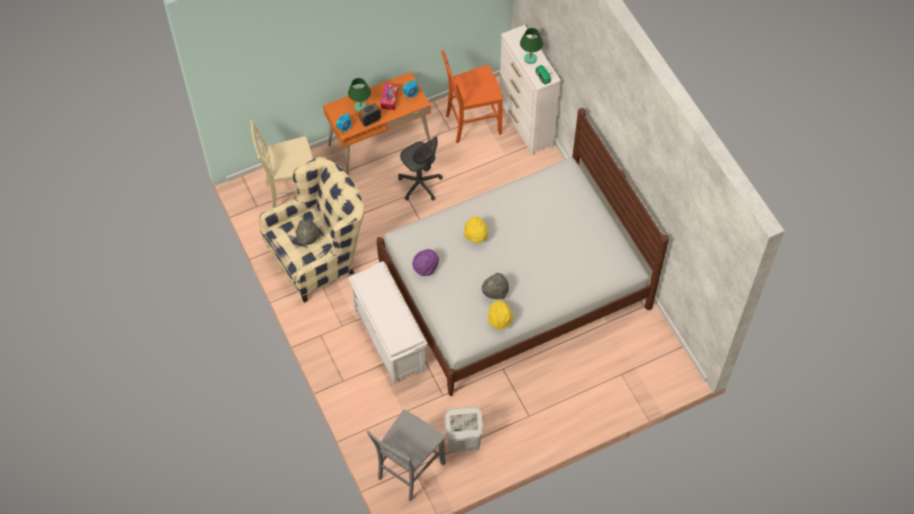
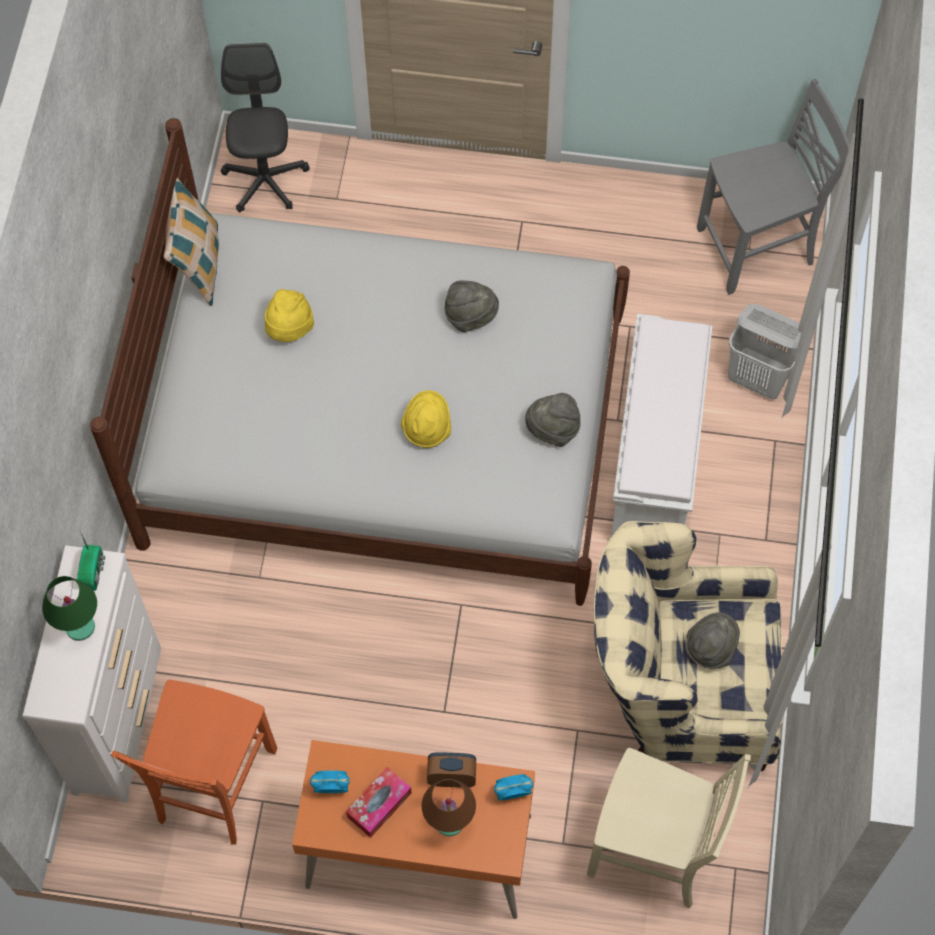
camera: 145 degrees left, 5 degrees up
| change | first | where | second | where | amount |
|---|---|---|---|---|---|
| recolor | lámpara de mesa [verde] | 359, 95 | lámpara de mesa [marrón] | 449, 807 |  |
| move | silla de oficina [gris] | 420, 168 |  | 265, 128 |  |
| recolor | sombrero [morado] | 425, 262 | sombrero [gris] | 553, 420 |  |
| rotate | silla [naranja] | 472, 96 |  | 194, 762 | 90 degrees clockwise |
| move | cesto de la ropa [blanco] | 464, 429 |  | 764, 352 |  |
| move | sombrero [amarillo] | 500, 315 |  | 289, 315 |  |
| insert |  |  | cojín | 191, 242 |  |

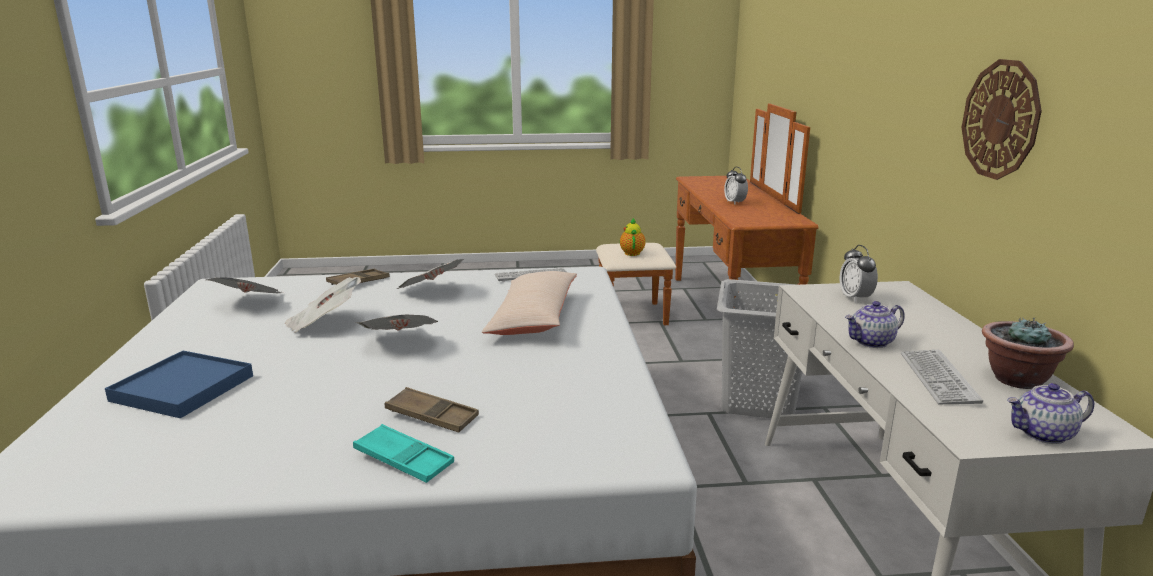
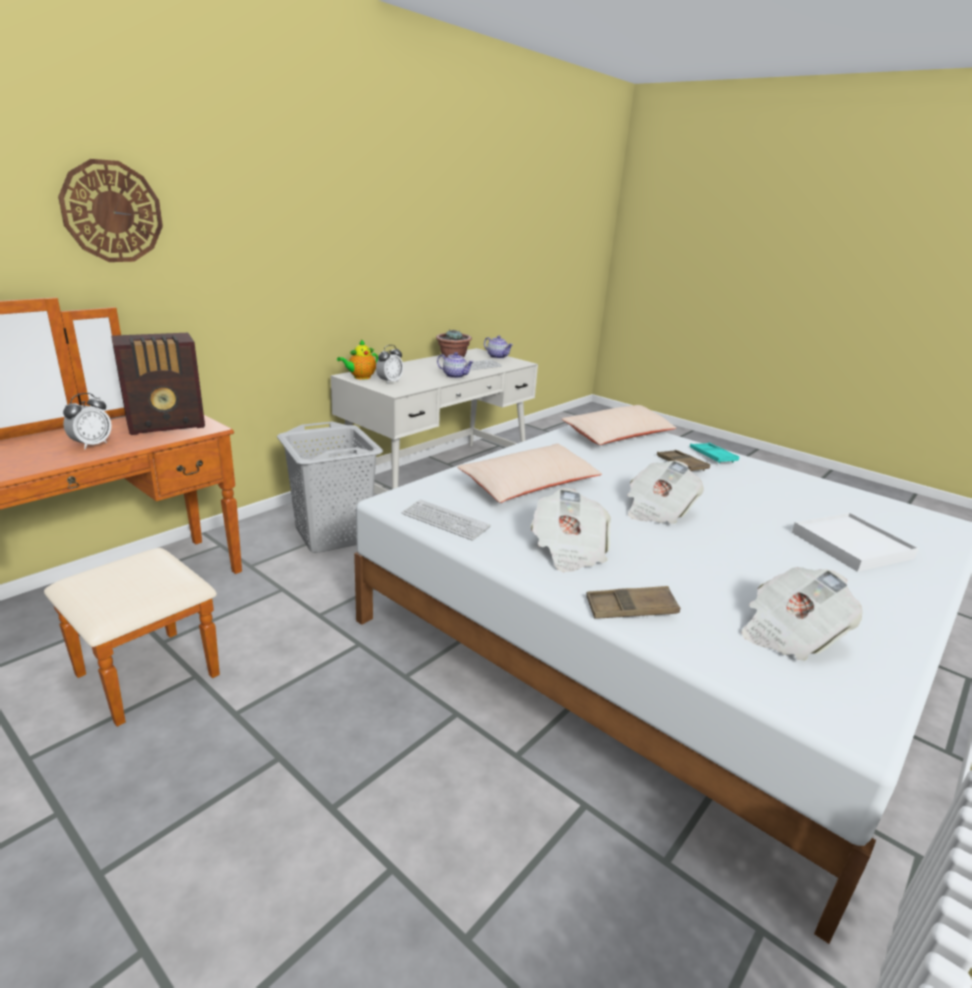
camera: 135 degrees left, 5 degrees up
| change | first | where | second | where | amount |
|---|---|---|---|---|---|
| recolor | bandeja [azul] | 179, 384 | bandeja [blanco] | 855, 542 |  |
| delete | periódico | 323, 305 |  |  |  |
| move | tetera | 633, 237 |  | 357, 359 |  |
| move | reloj de pared | 1001, 119 |  | 110, 210 |  |
| insert |  |  | radio | 158, 384 |  |
| insert |  |  | cojín [beis] | 619, 425 |  |

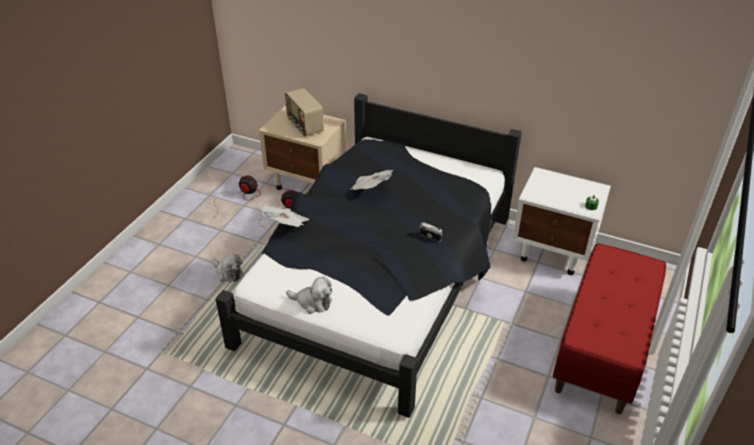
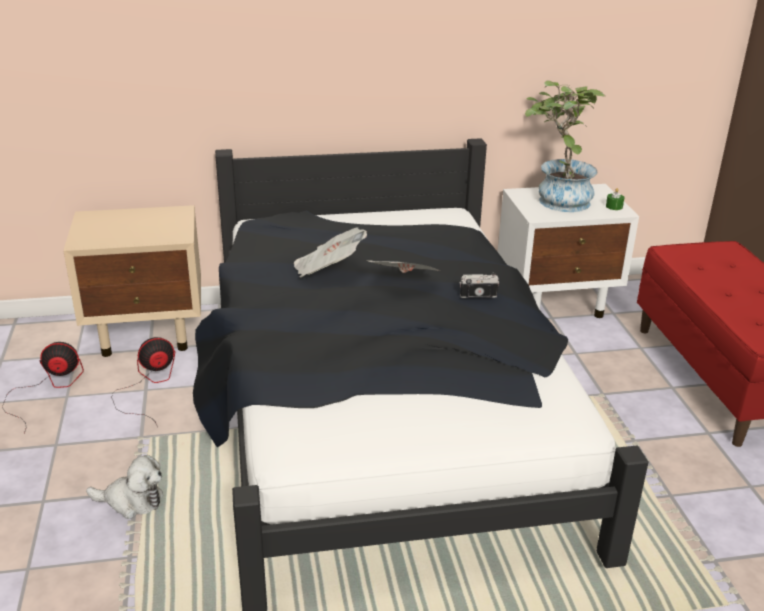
camera: 35 degrees left, 10 degrees down
| change | first | where | second | where | amount |
|---|---|---|---|---|---|
| move | periódico | 284, 216 |  | 404, 266 |  |
| delete | radio | 304, 112 |  |  |  |
| delete | peluche | 309, 295 |  |  |  |
| insert |  |  | planta en maceta | 565, 146 |  |

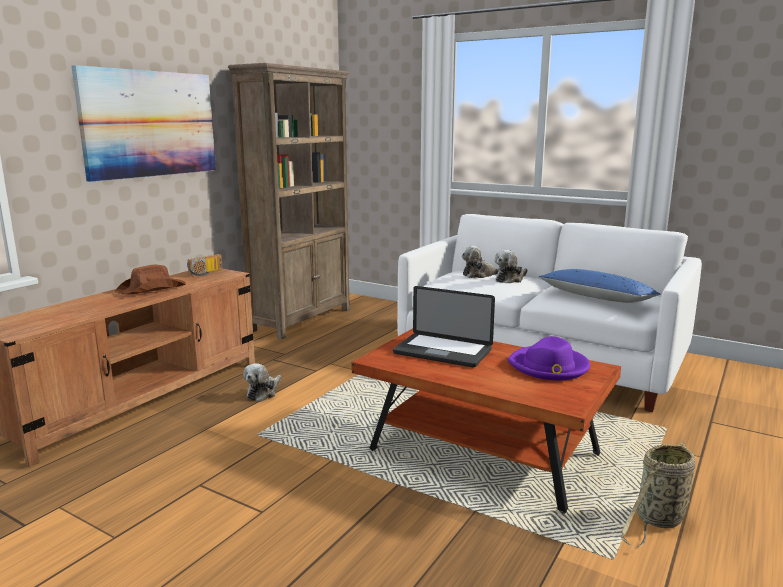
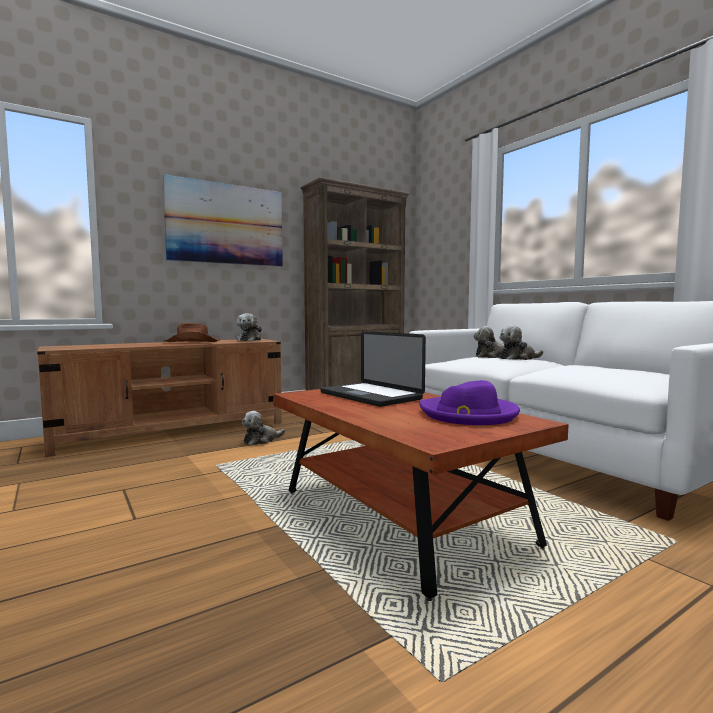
camera: 25 degrees right, 10 degrees down
| change | first | where | second | where | amount |
|---|---|---|---|---|---|
| replace | radio | 204, 265 | peluche | 249, 327 |  |
| delete | cojín [azul] | 599, 286 |  |  |  |
| delete | cesta | 658, 495 |  |  |  |

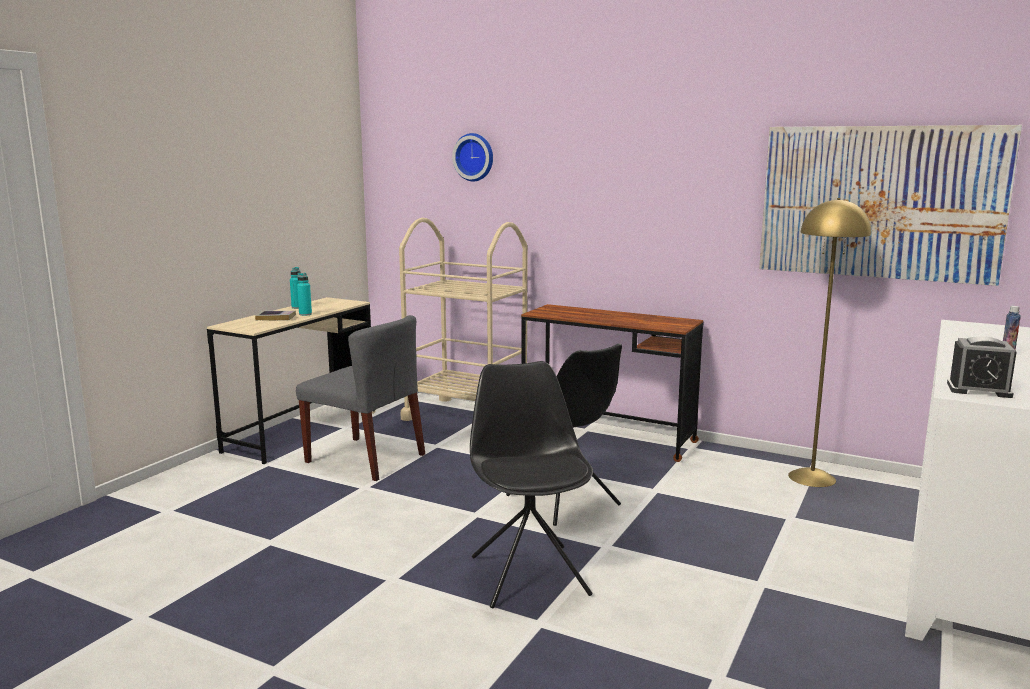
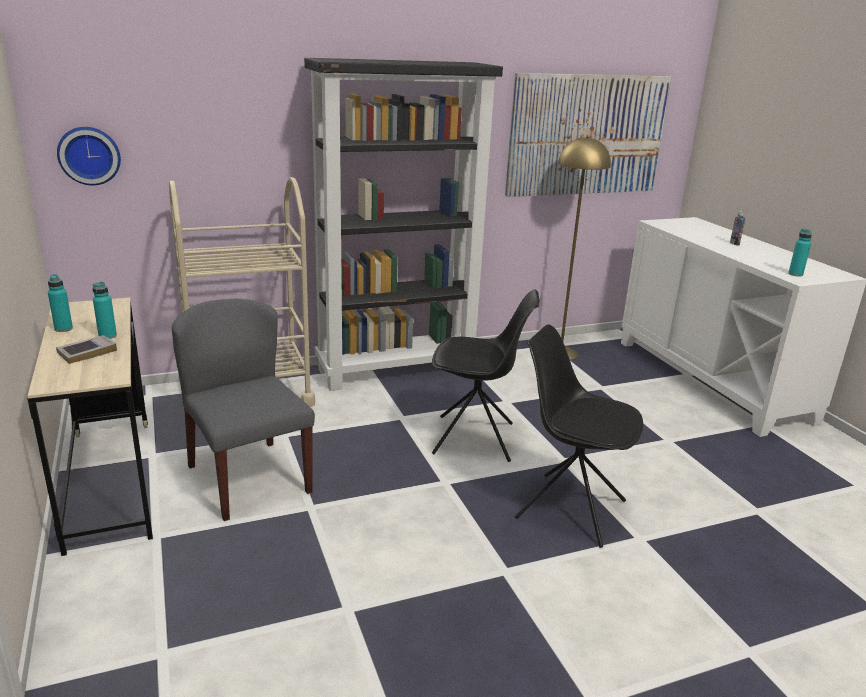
camera: 50 degrees left, 10 degrees up
| change | first | where | second | where | amount |
|---|---|---|---|---|---|
| rotate | silla [gris] | 360, 398 |  | 243, 410 | 105 degrees counterclockwise |
| move | reloj de pared | 472, 157 |  | 89, 156 |  |
| replace | escritorio [marrón] | 612, 383 | estantería [negro] | 403, 224 |  |
| replace | despertador | 981, 367 | botella [turquesa] | 800, 252 |  |

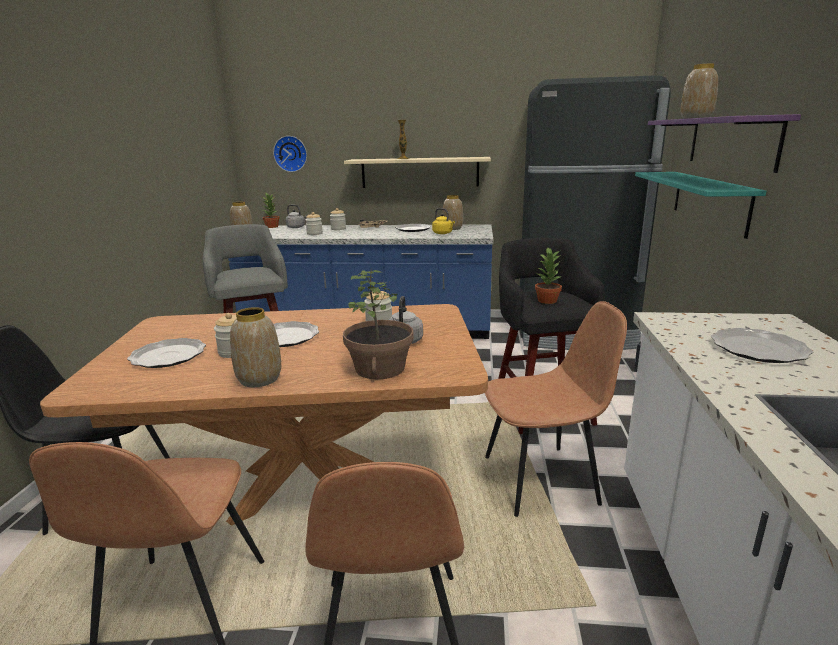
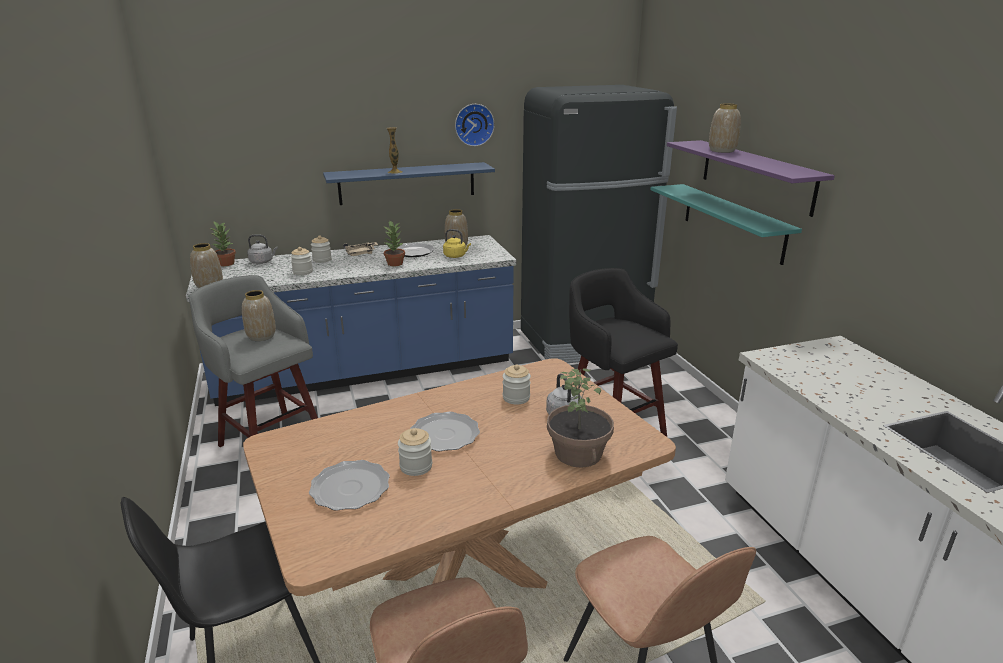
camera: 25 degrees left, 5 degrees up
| change | first | where | second | where | amount |
|---|---|---|---|---|---|
| move | florero | 255, 347 |  | 259, 315 |  |
| move | reloj de pared | 290, 154 |  | 475, 125 |  |
| recolor | estante [beis] | 417, 172 | estante [azul] | 409, 183 |  |
| delete | silla [marrón] | 556, 409 |  |  |  |
| move | planta en maceta | 548, 276 |  | 394, 243 |  |
| delete | plato | 762, 345 |  |  |  |

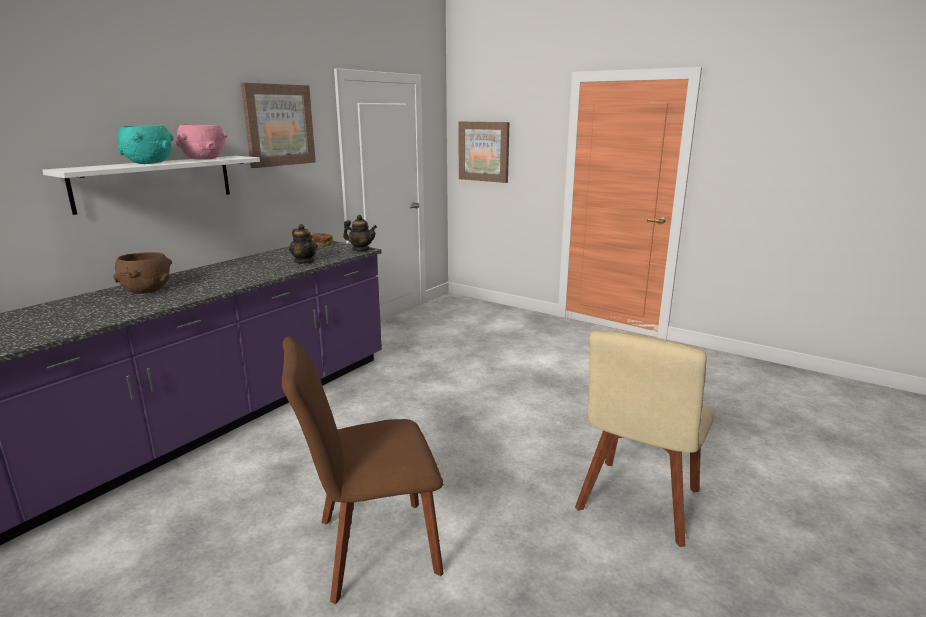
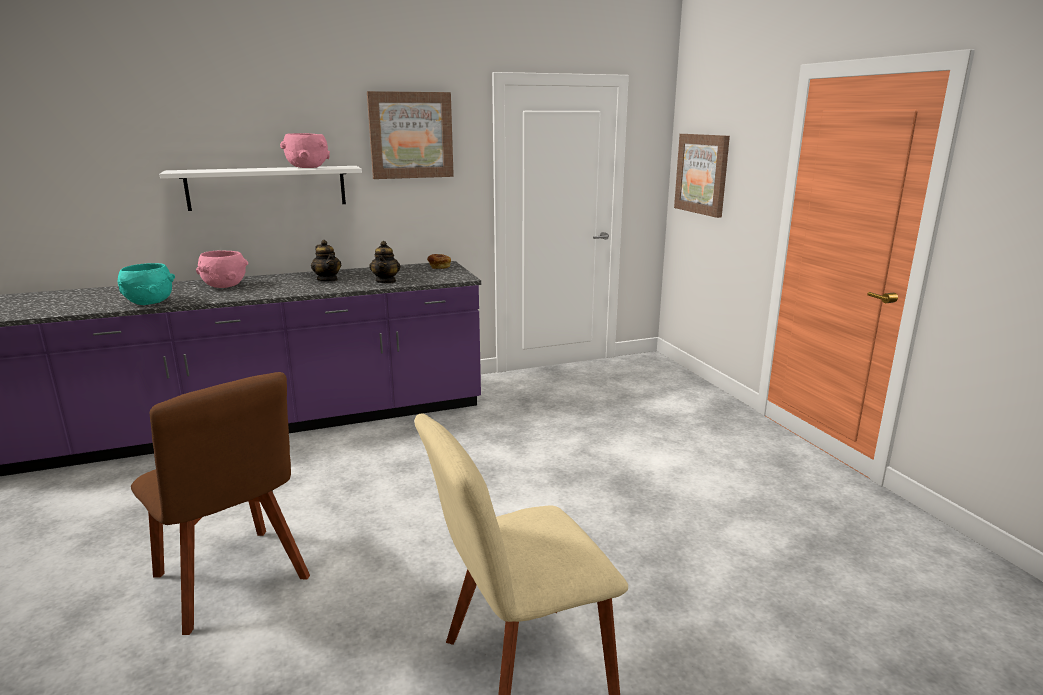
camera: 35 degrees right, 0 degrees up
| change | first | where | second | where | amount |
|---|---|---|---|---|---|
| recolor | cuenco [marrón] | 142, 273 | cuenco [rosa] | 222, 269 |  |
| move | cuenco [turquesa] | 145, 144 |  | 146, 284 |  |
| rotate | silla [marrón] | 362, 471 |  | 220, 503 | 150 degrees counterclockwise |
| move | tetera | 360, 233 |  | 326, 261 |  |

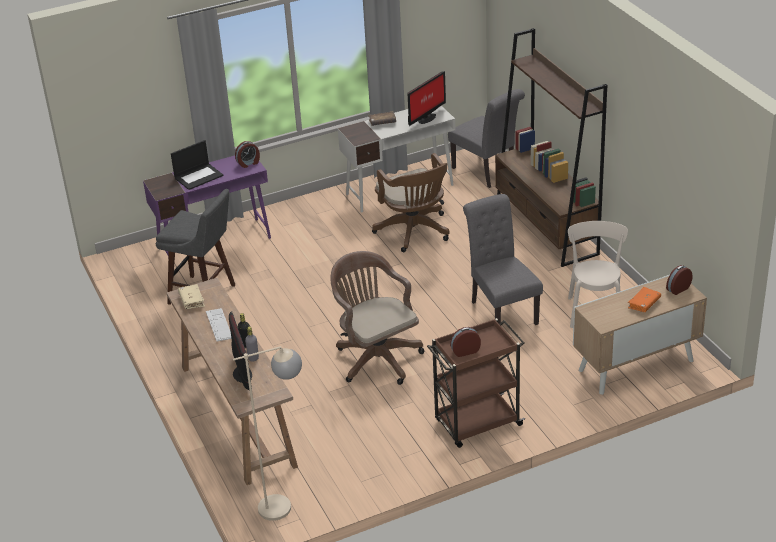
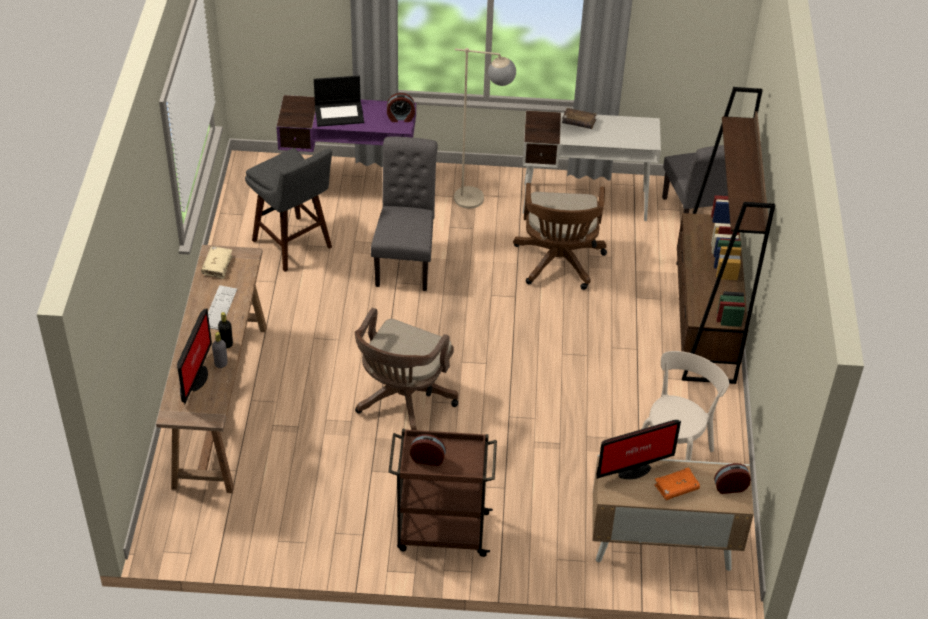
camera: 25 degrees right, 10 degrees up
| change | first | where | second | where | amount |
|---|---|---|---|---|---|
| move | lámpara de pie [beis] | 267, 433 |  | 485, 128 |  |
| rotate | silla de oficina [marrón] | 377, 318 |  | 406, 369 | 150 degrees counterclockwise |
| move | monitor | 426, 98 |  | 638, 449 |  |
| move | silla [gris] | 503, 259 |  | 404, 214 |  |

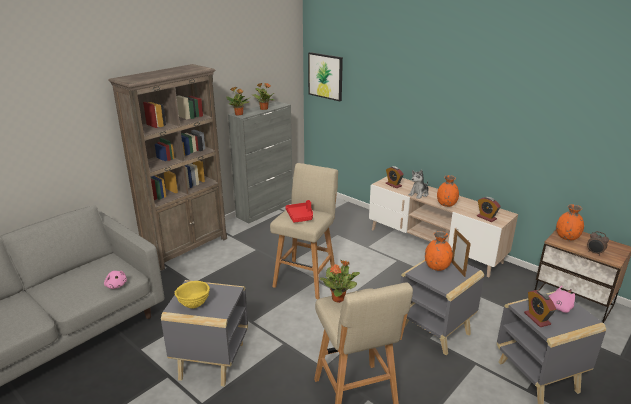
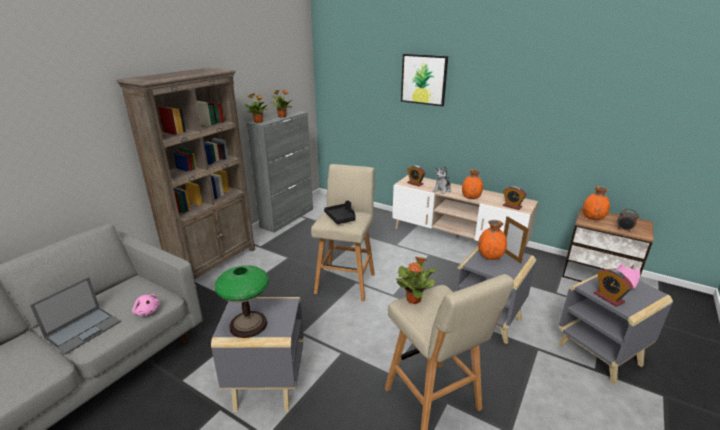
camera: 10 degrees left, 0 degrees up
| change | first | where | second | where | amount |
|---|---|---|---|---|---|
| replace | cuenco [amarillo] | 192, 295 | lámpara de mesa | 242, 301 |  |
| recolor | bandeja [rojo] | 299, 211 | bandeja [negro] | 340, 212 |  |
| move | cuadro | 325, 76 |  | 424, 80 |  |
| insert |  |  | portátil | 75, 316 |  |

